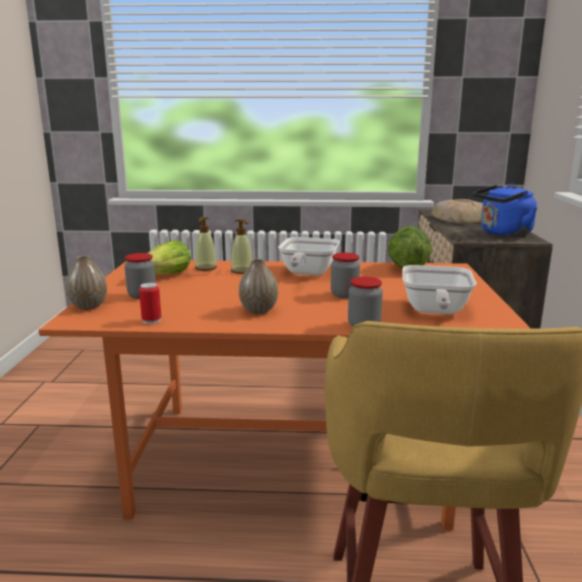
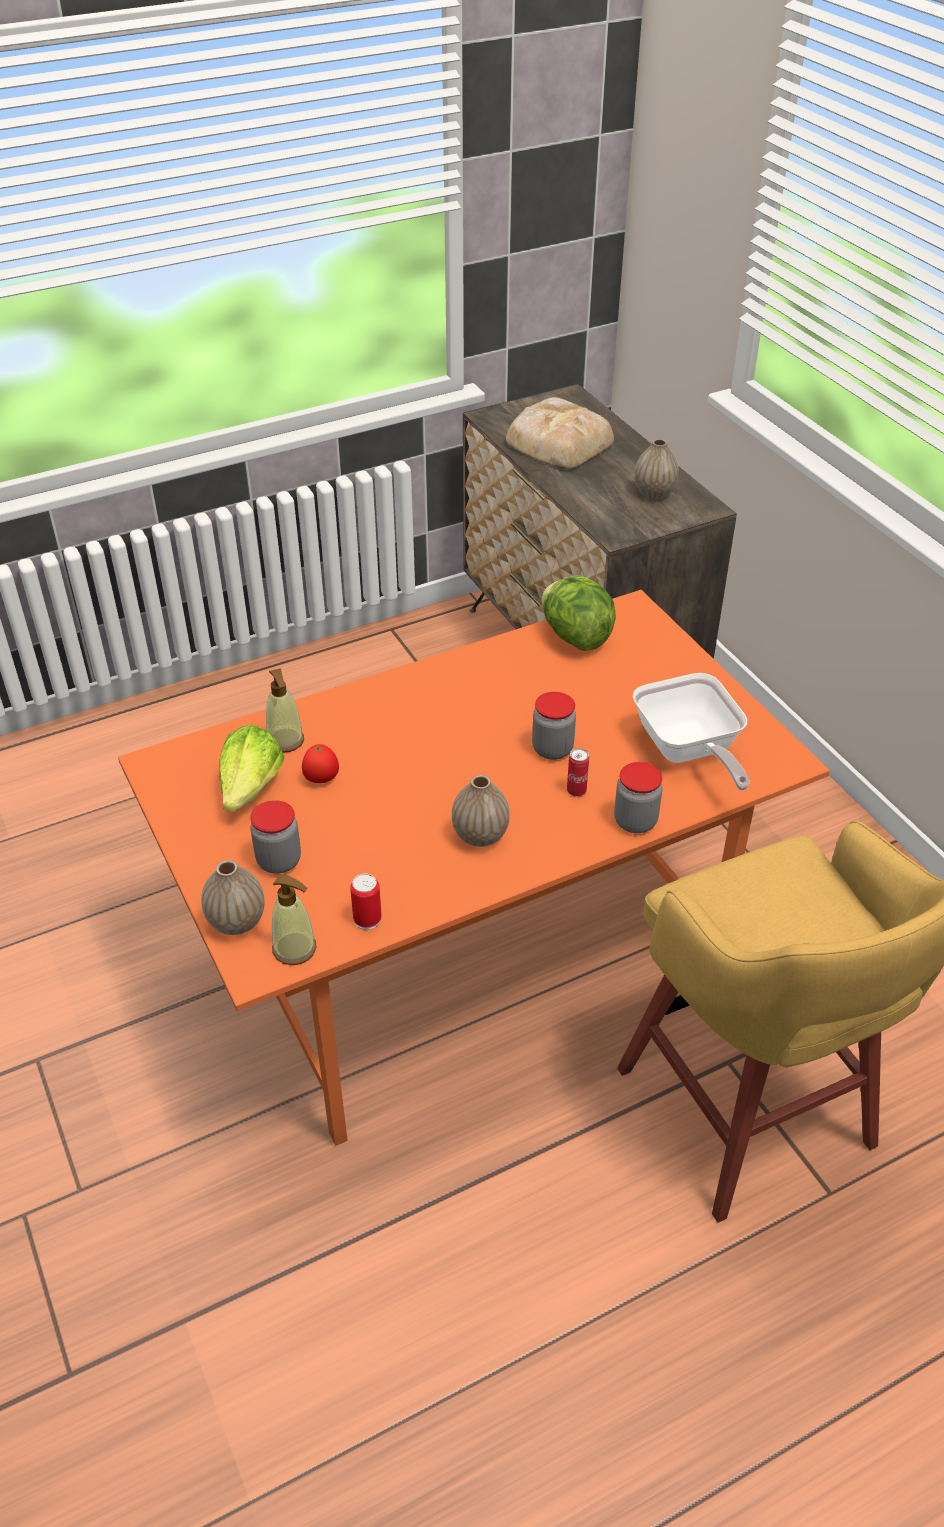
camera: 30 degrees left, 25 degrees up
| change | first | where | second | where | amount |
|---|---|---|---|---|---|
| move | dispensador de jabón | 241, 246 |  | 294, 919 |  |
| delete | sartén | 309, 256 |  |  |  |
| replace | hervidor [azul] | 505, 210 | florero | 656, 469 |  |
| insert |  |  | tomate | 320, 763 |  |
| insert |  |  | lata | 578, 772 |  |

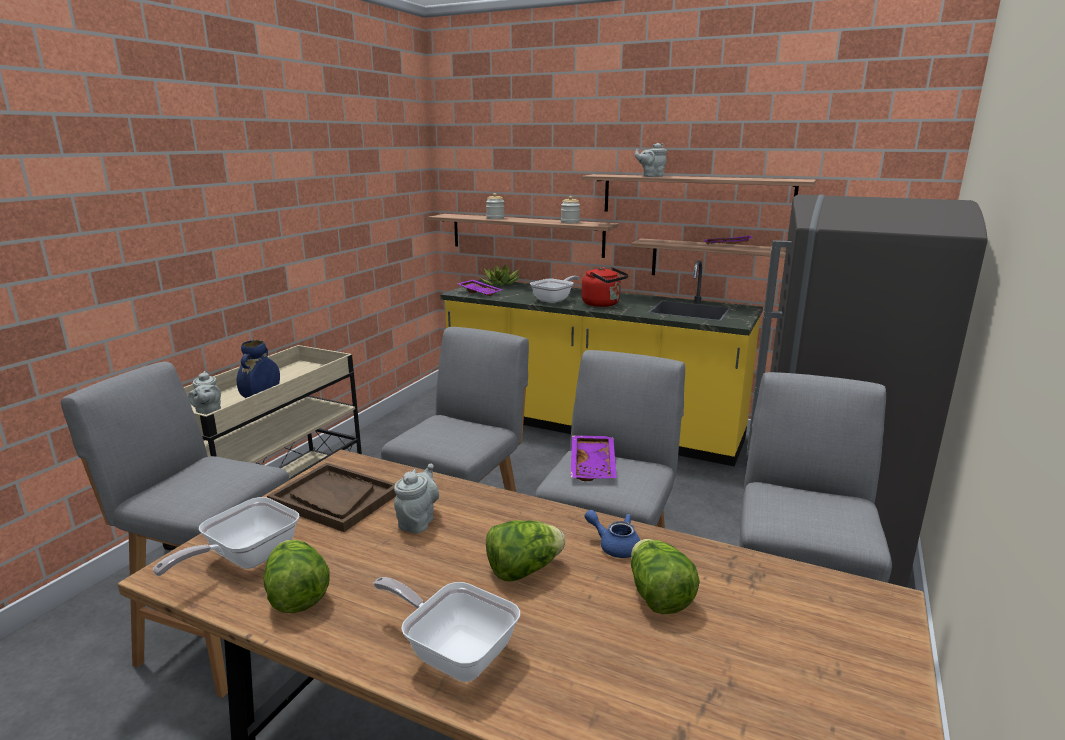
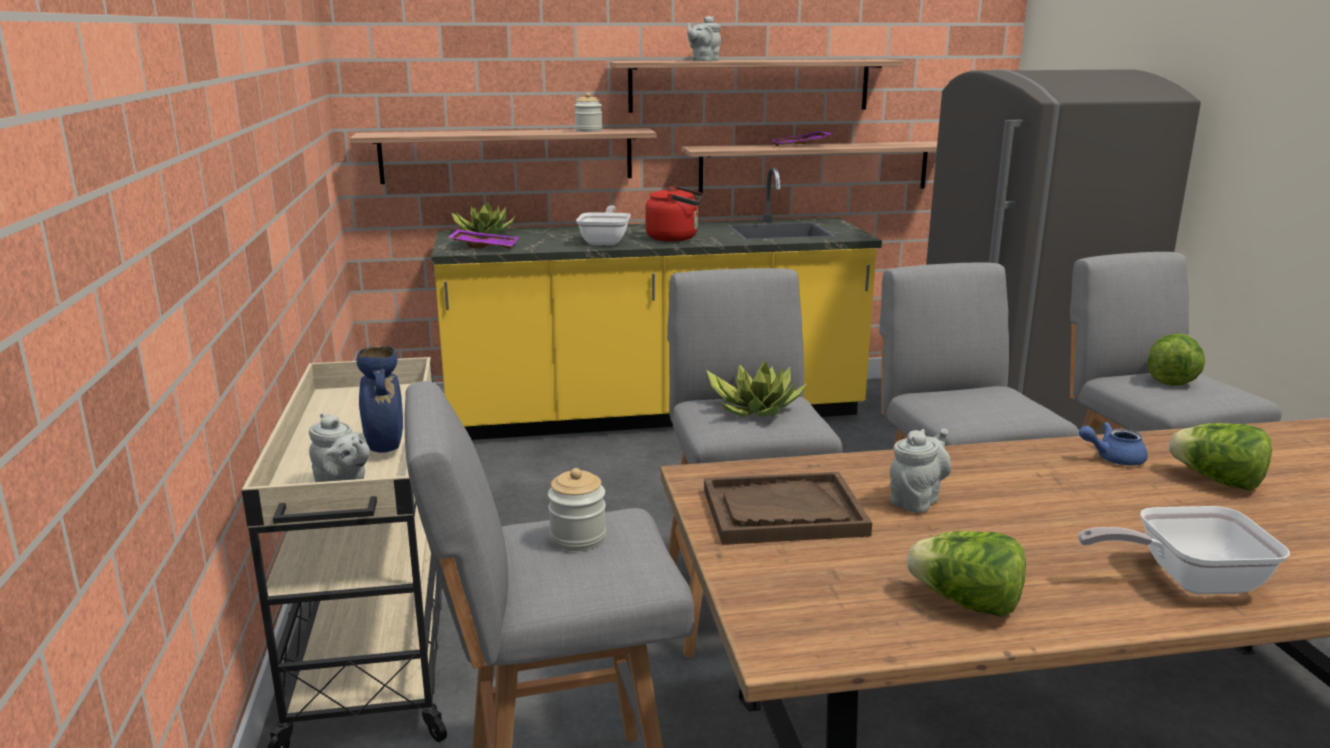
camera: 35 degrees left, 0 degrees up
| change | first | where | second | where | amount |
|---|---|---|---|---|---|
| delete | sartén | 226, 536 |  |  |  |
| rotate | tetera [gris] | 416, 498 |  | 920, 471 | 60 degrees clockwise |
| move | tarro | 495, 206 |  | 577, 509 |  |
| move | lechuga | 525, 550 |  | 1176, 359 |  |
| delete | bandeja [morado] | 594, 458 |  |  |  |
| insert |  |  | planta en maceta | 756, 389 |  |

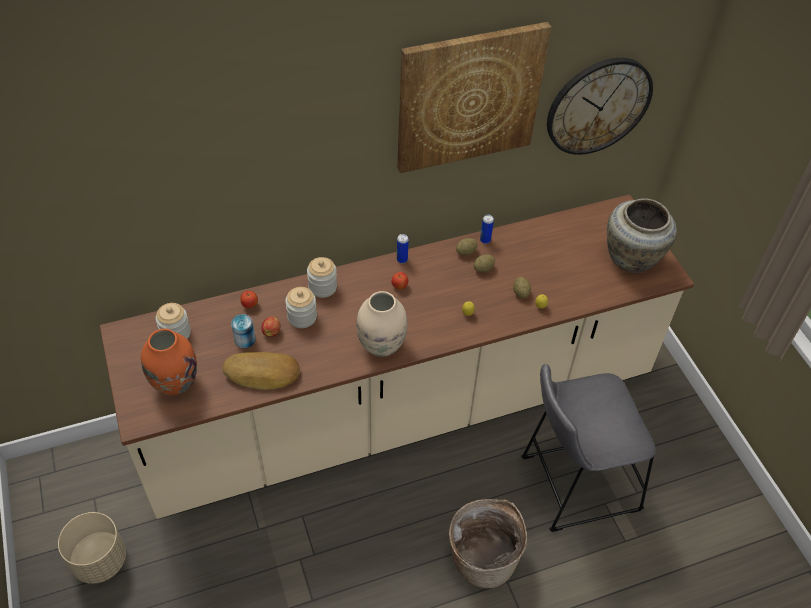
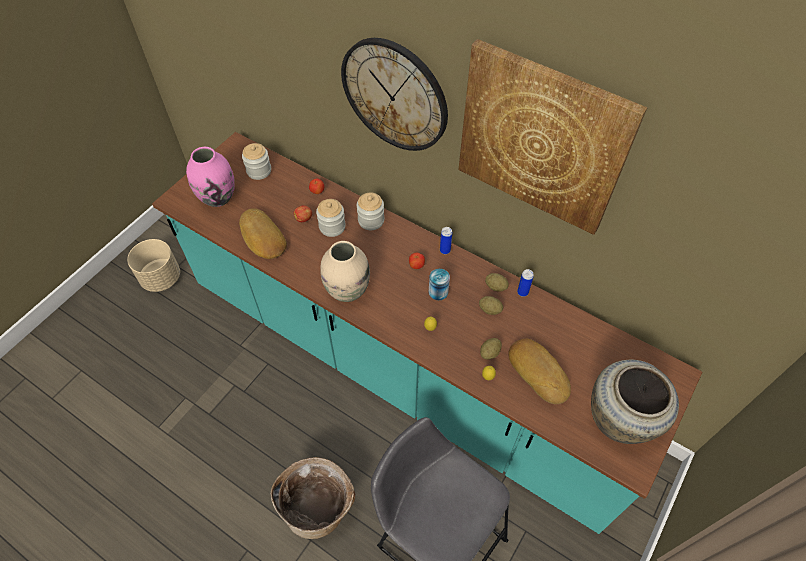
camera: 55 degrees right, 5 degrees up
| change | first | where | second | where | amount |
|---|---|---|---|---|---|
| recolor | mueble bajo de cocina [beis] | 397, 356 | mueble bajo de cocina [turquesa] | 427, 333 |  |
| recolor | florero [naranja] | 169, 362 | florero [rosa] | 210, 177 |  |
| move | lata | 243, 331 |  | 439, 284 |  |
| move | reloj de pared | 600, 106 |  | 394, 94 |  |
| insert |  |  | pan | 540, 371 |  |

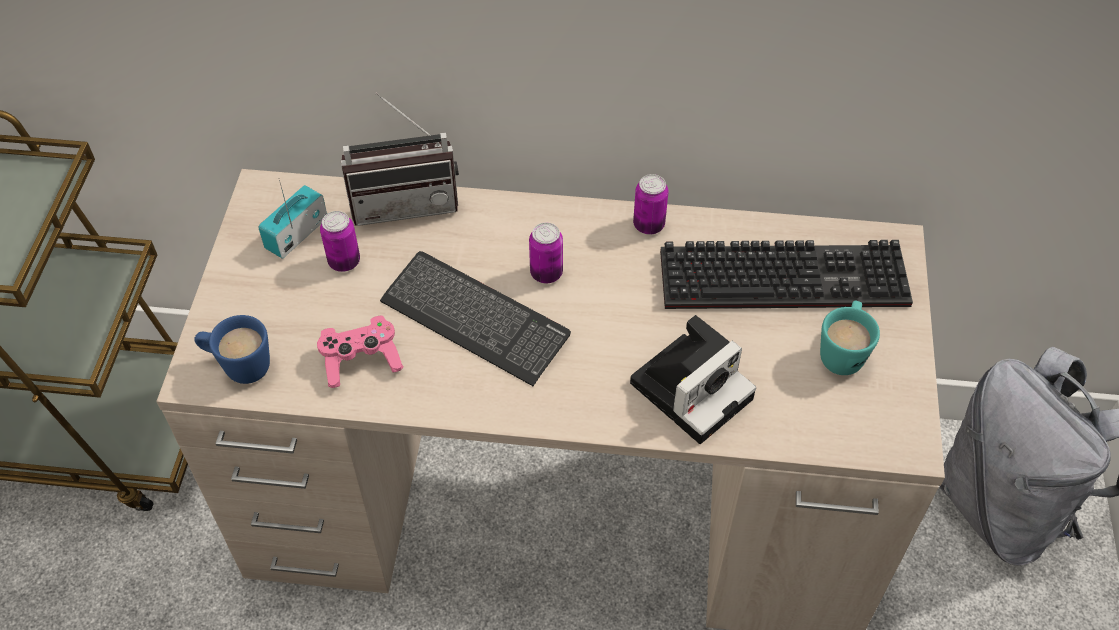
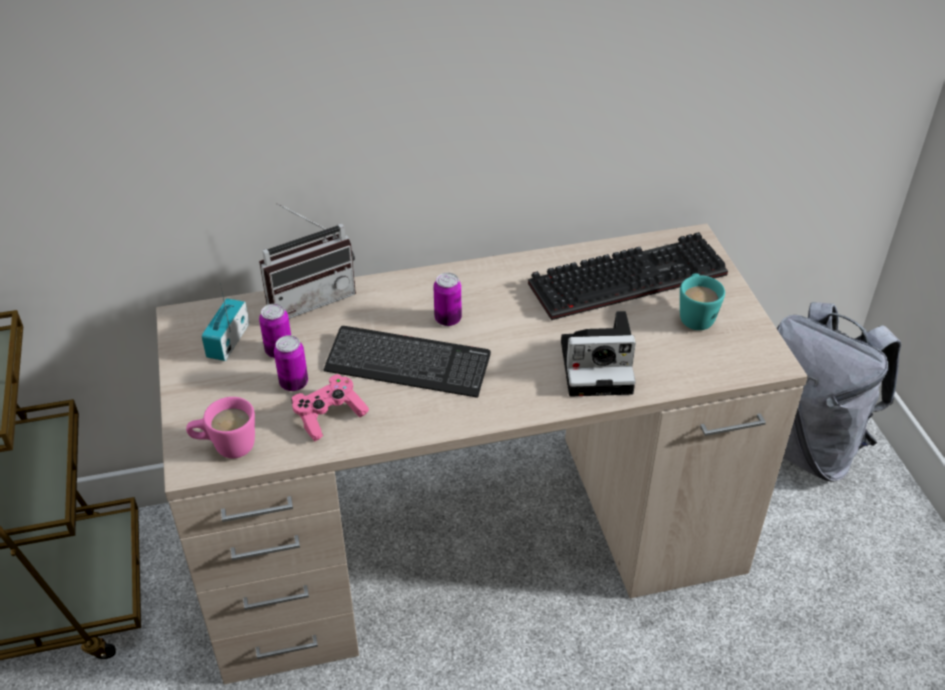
camera: 20 degrees left, 10 degrees down
| change | first | where | second | where | amount |
|---|---|---|---|---|---|
| recolor | taza grande [azul] | 232, 349 | taza grande [rosa] | 220, 427 |  |
| rotate | cámara | 693, 379 |  | 598, 354 | 60 degrees clockwise |
| move | lata | 651, 204 |  | 291, 363 |  |

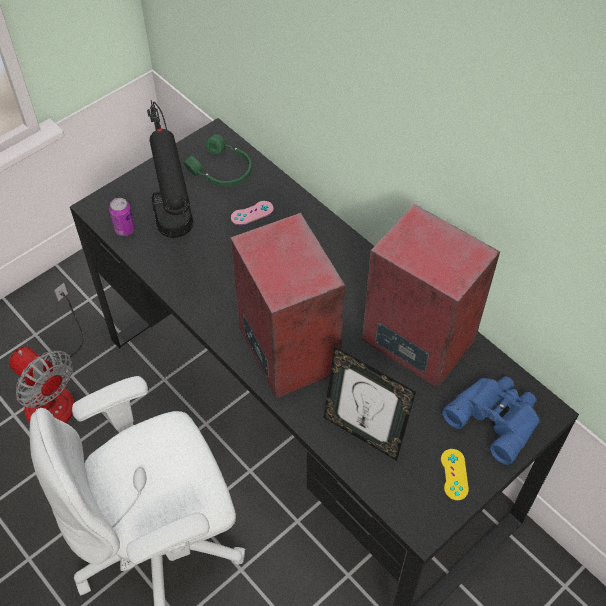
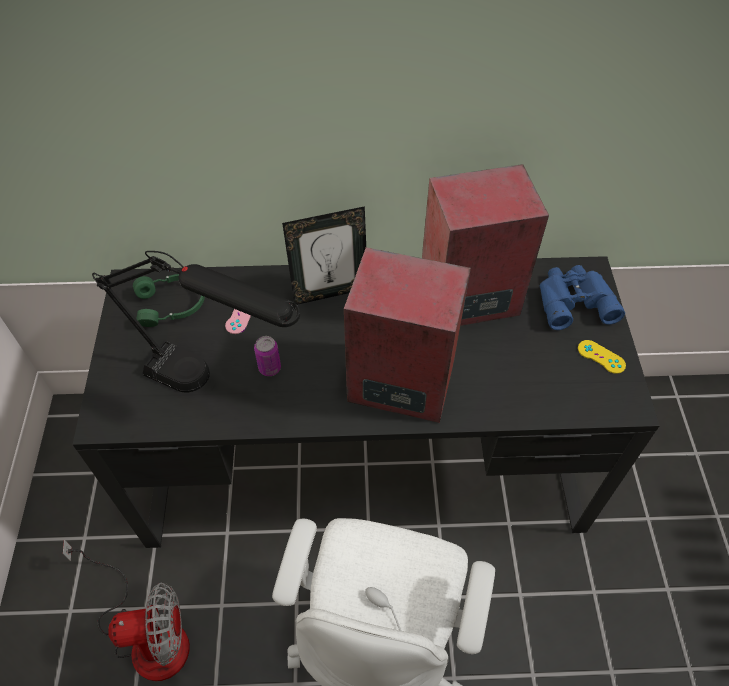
camera: 50 degrees left, 0 degrees up
| change | first | where | second | where | amount |
|---|---|---|---|---|---|
| move | lata | 122, 217 |  | 267, 356 |  |
| move | portarretratos | 369, 403 |  | 324, 255 |  |

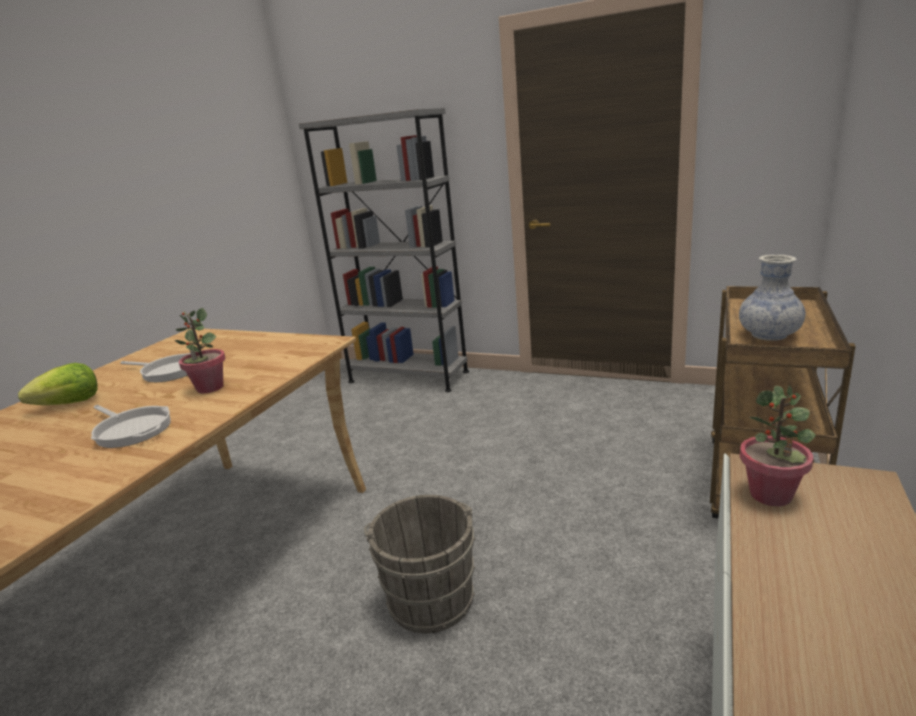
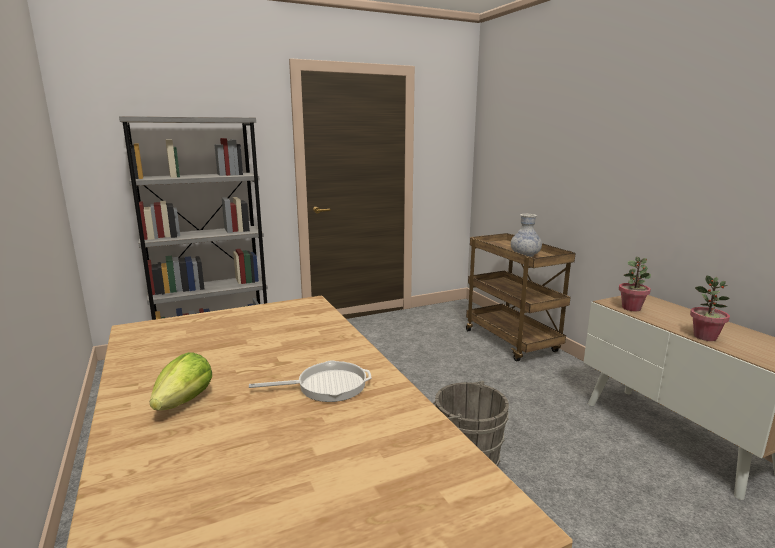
camera: 50 degrees left, 5 degrees down
| change | first | where | second | where | amount |
|---|---|---|---|---|---|
| delete | sartén | 155, 367 |  |  |  |
| move | planta en maceta | 200, 350 |  | 710, 308 |  |

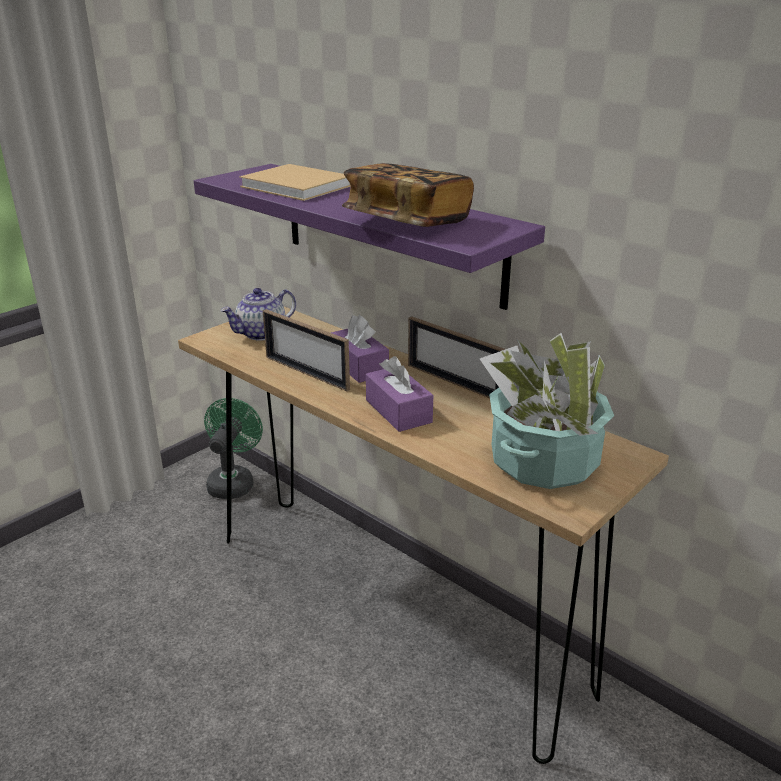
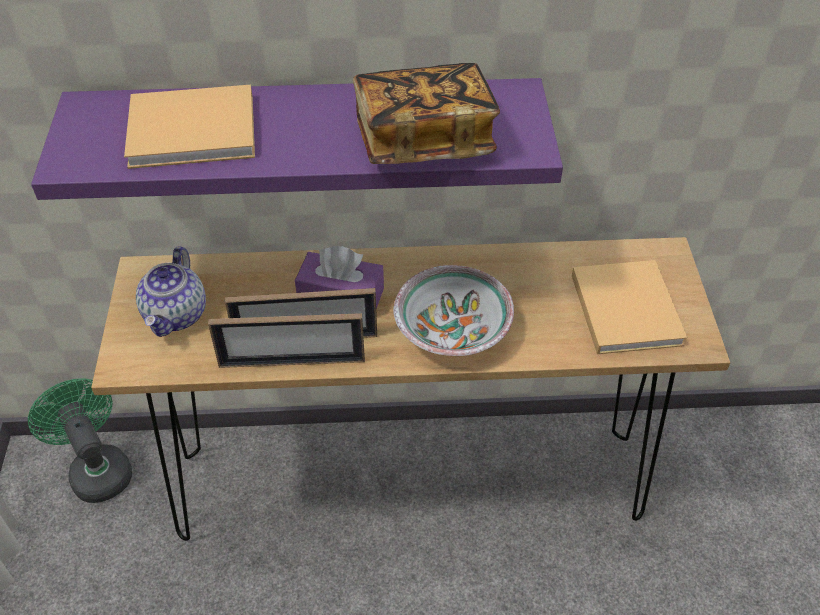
camera: 45 degrees left, 20 degrees up
| change | first | where | second | where | amount |
|---|---|---|---|---|---|
| replace | caja de pañuelos [morado] | 399, 394 | cuenco | 453, 310 |  |
| move | portarretratos | 456, 357 |  | 286, 340 |  |
| replace | planta en maceta | 547, 411 | libro [beis] | 629, 307 |  |

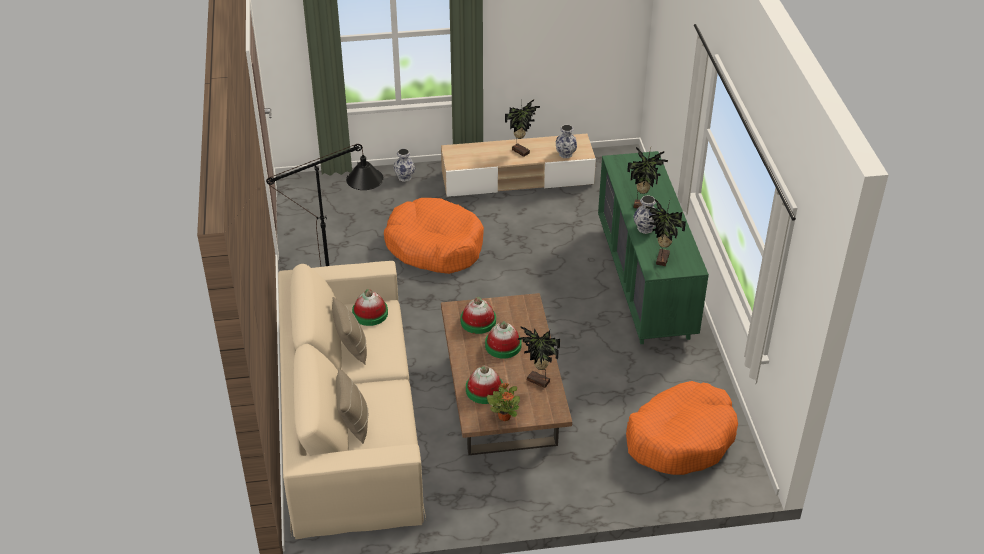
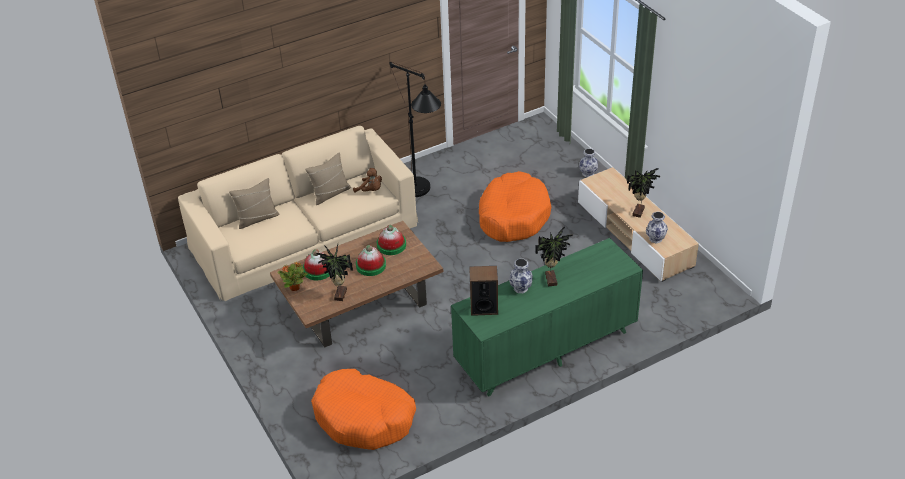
camera: 70 degrees right, 0 degrees up
| change | first | where | second | where | amount |
|---|---|---|---|---|---|
| replace | sombrero | 370, 307 | peluche [marrón] | 367, 180 |  |
| replace | planta en maceta | 666, 231 | altavoz | 483, 291 |  |

